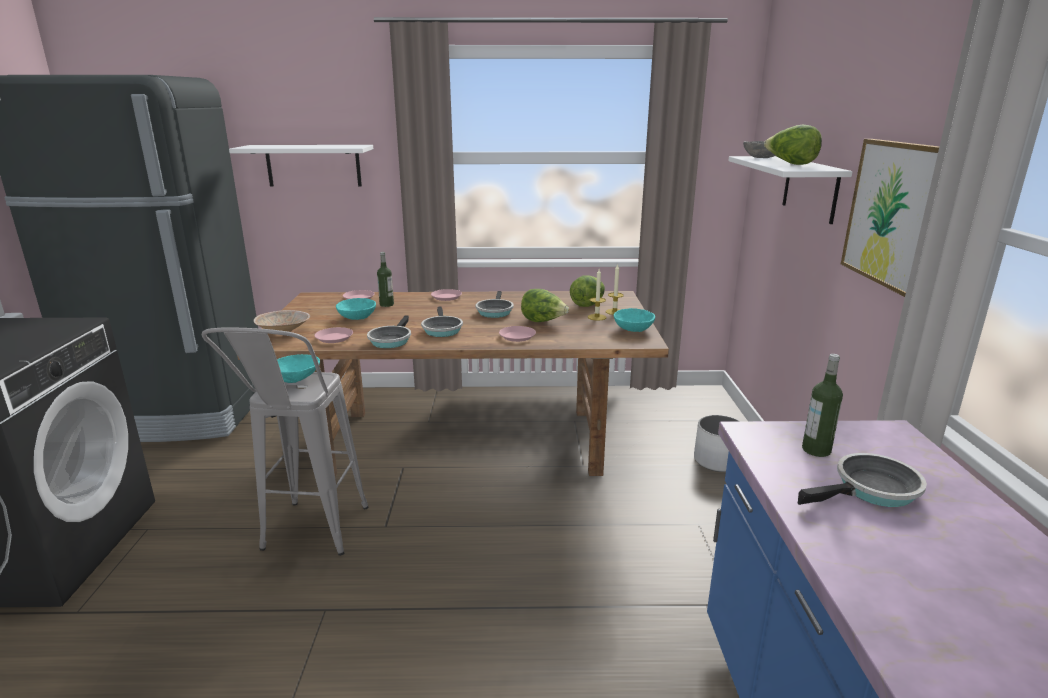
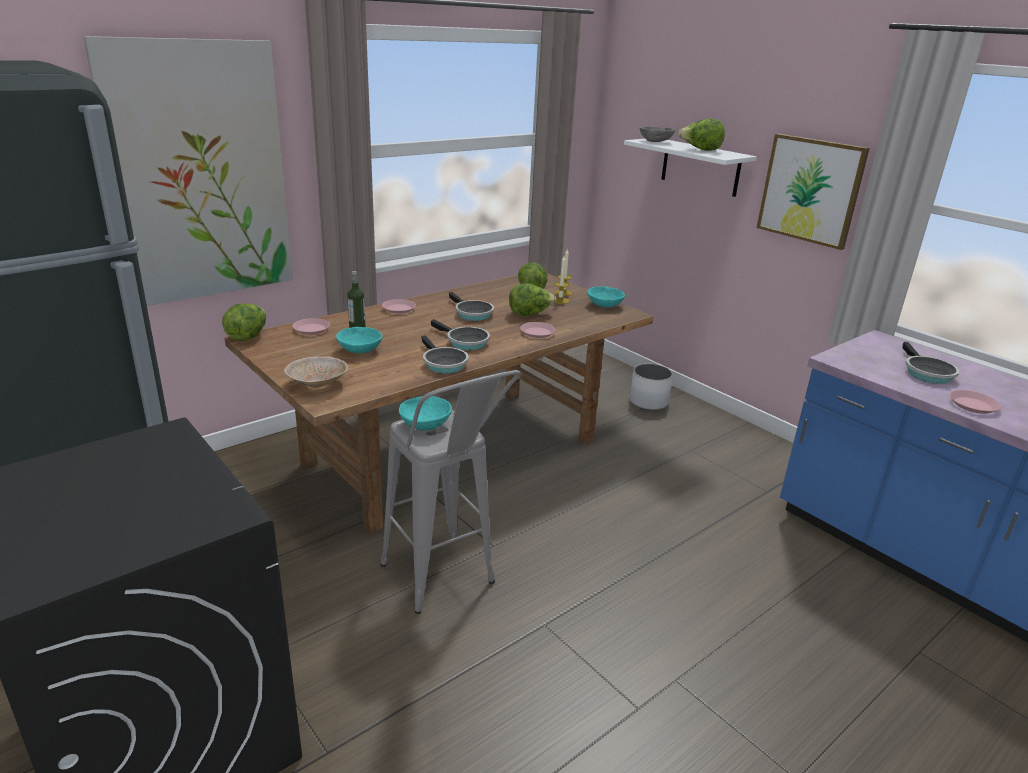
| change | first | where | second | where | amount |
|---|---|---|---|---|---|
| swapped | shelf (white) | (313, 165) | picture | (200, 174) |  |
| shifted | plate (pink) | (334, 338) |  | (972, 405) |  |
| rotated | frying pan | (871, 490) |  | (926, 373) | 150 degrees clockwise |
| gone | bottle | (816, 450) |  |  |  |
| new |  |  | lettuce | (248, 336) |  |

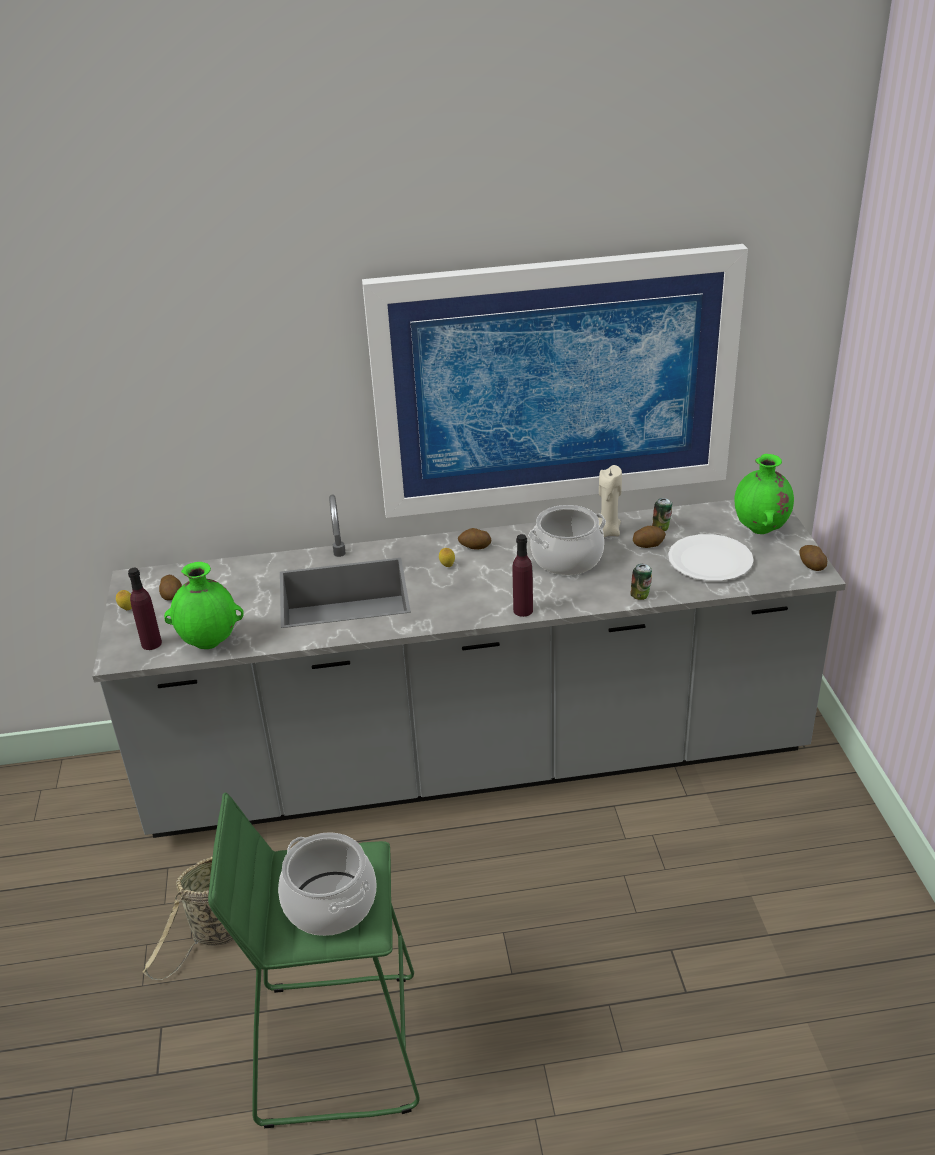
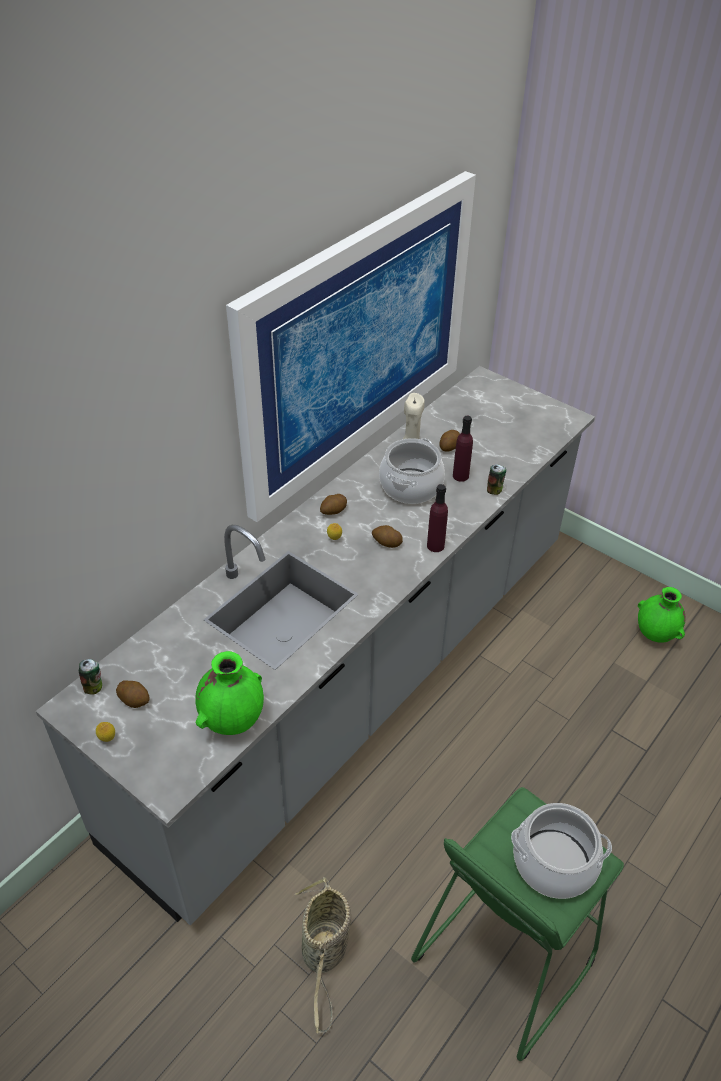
| change | first | where | second | where | amount |
|---|---|---|---|---|---|
| shifted | bottle (purple) | (151, 643) |  | (460, 476) |  |
| shifted | can | (661, 528) |  | (94, 687) |  |
| gone | plate (white) | (709, 560) |  |  |  |
| shifted | vase (green) | (760, 530) |  | (655, 635) |  |
| shifted | potato | (811, 565) |  | (386, 543) |  |

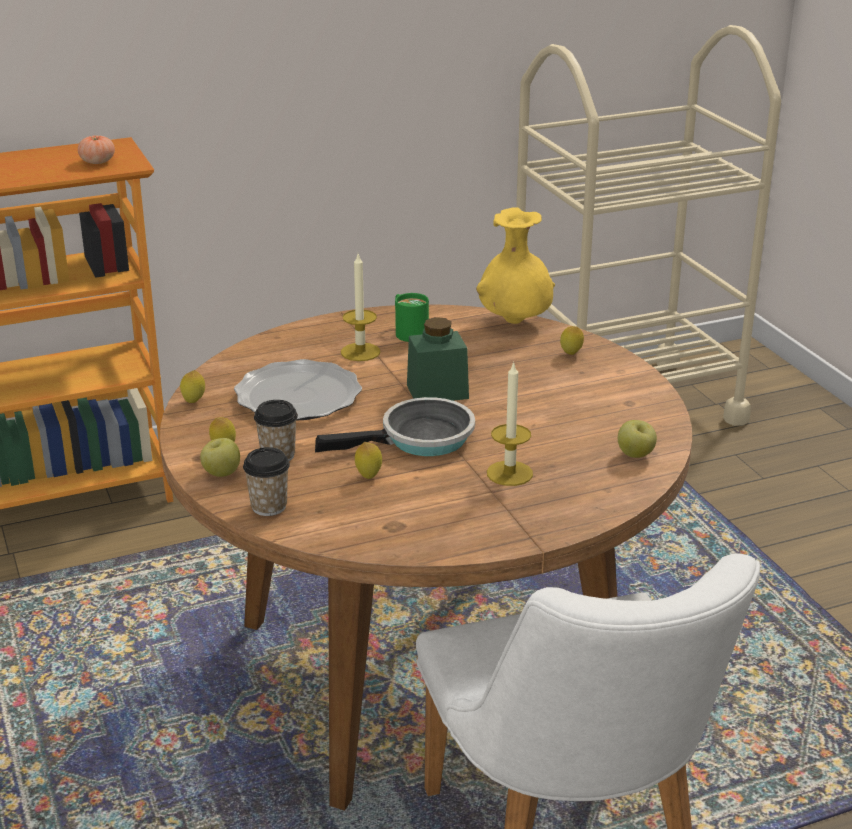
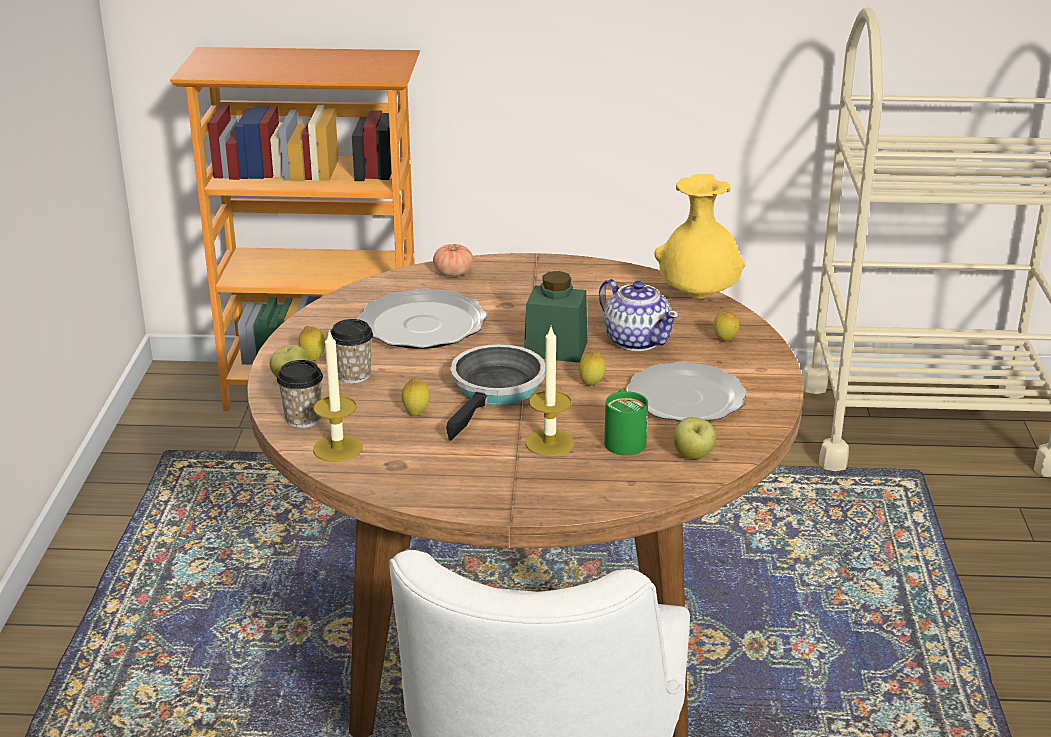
| change | first | where | second | where | amount |
|---|---|---|---|---|---|
| shifted | tomato | (97, 162) |  | (453, 273) |  |
| shifted | lemon | (194, 402) |  | (591, 385) |  |
| rotated | frying pan | (420, 439) |  | (495, 390) | 75 degrees counterclockwise |
| shifted | candle | (360, 352) |  | (337, 448) |  |
| shifted | mug (green) | (408, 332) |  | (623, 439) |  |
| new |  |  | teapot | (636, 340) |  |
| new |  |  | plate | (684, 397) |  |

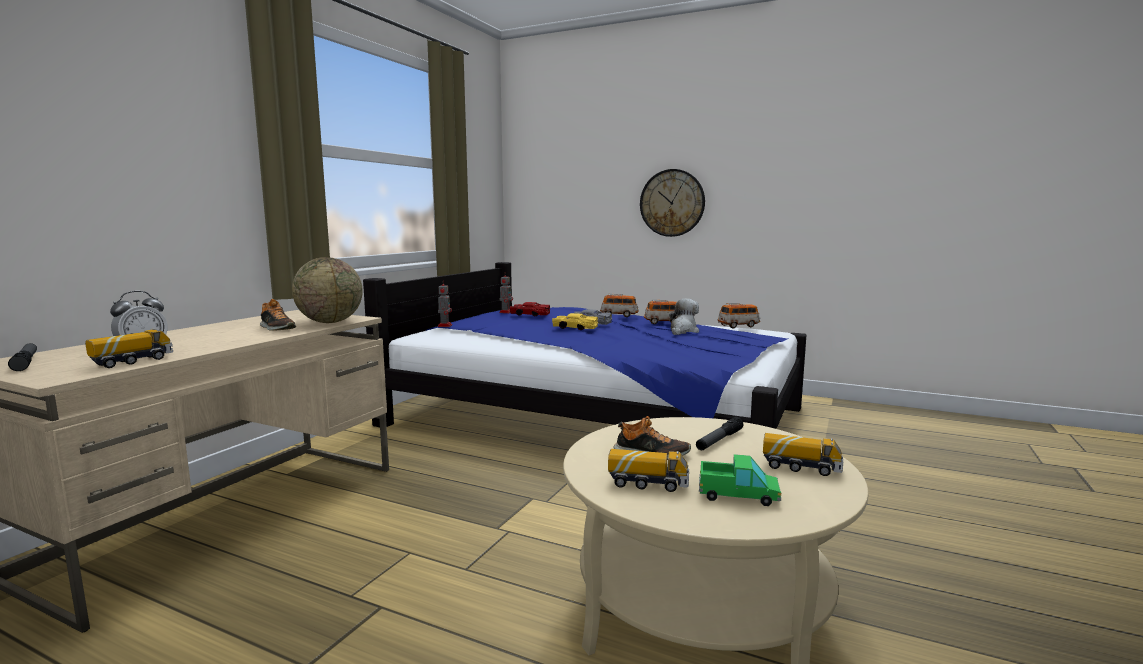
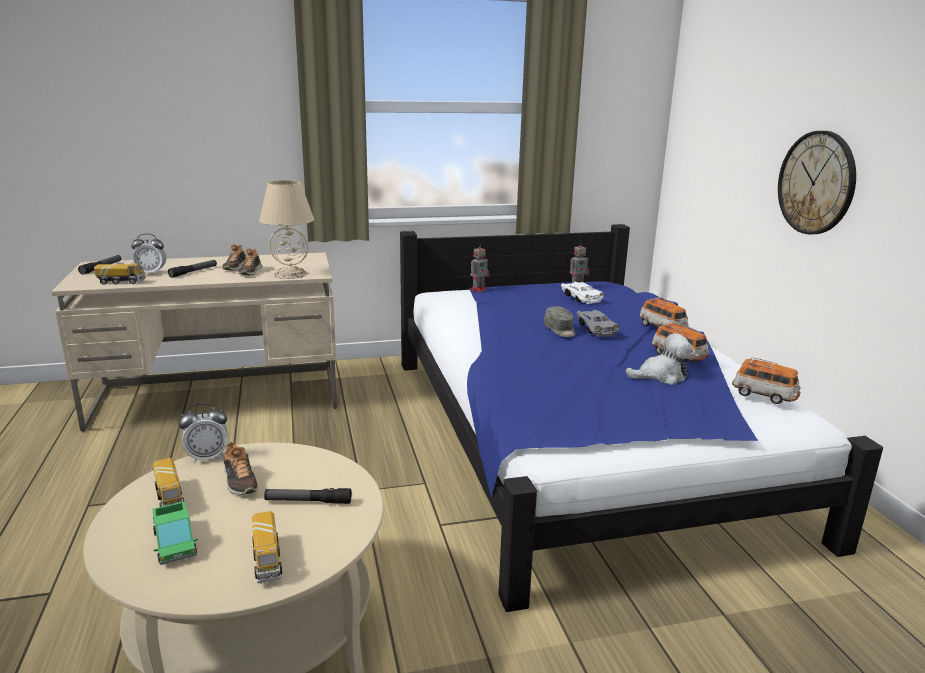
| change | first | where | second | where | amount |
|---|---|---|---|---|---|
| swapped | globe | (330, 322) | table lamp (beige) | (291, 274) |  |
| repainted | toy car (red) | (529, 314) | toy car (white) | (580, 298) |  |
| swapped | toy car (yellow) | (574, 327) | cap (grey) | (560, 330) |  |
| new |  |  | flashlight | (193, 272) |  |
| new |  |  | alarm clock | (207, 457) |  |
| new |  |  | shoe | (235, 267) |  |

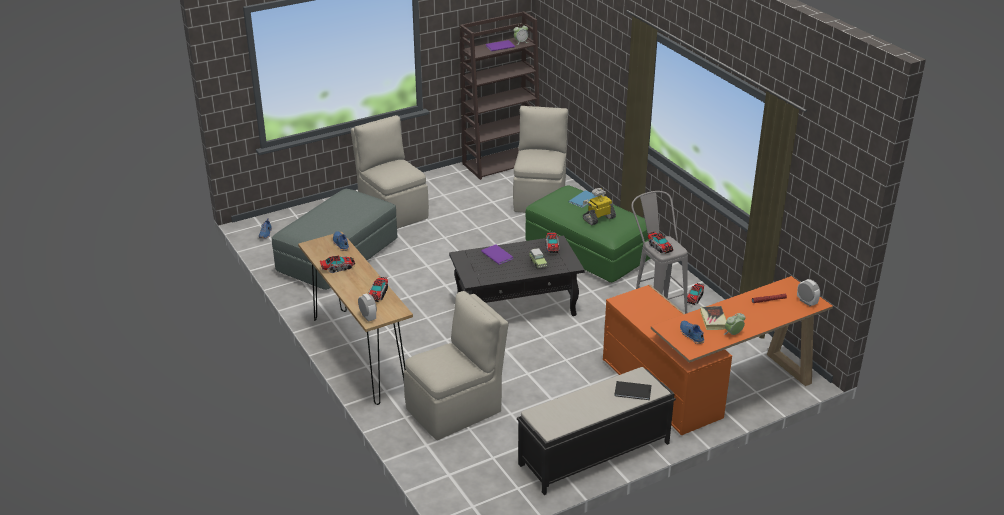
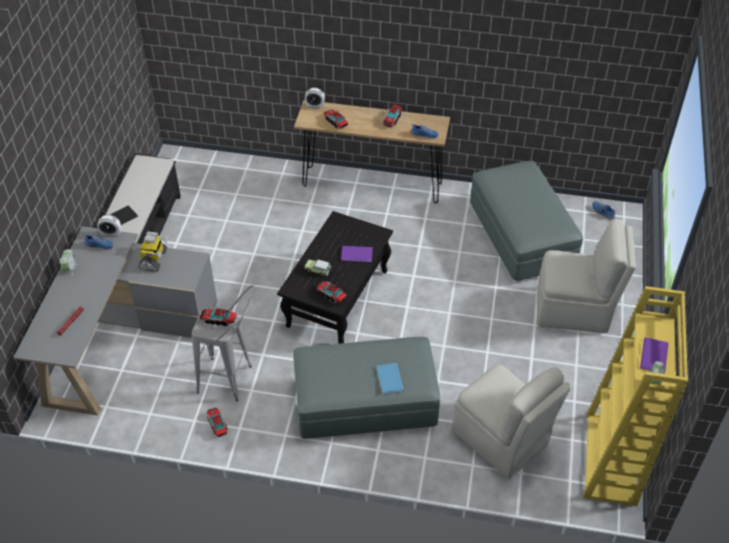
| change | first | where | second | where | amount |
|---|---|---|---|---|---|
| gone | chair (beige) | (456, 409) |  |  |  |
| repainted | bookcase (brown) | (502, 163) | bookcase (yellow) | (611, 460) |  |
| repainted | ottoman (green) | (588, 252) | ottoman (grey) | (365, 403) |  |
| shifted | toy robot | (598, 218) |  | (154, 260) |  |
| repainted | desk (orange) | (706, 386) | desk (grey) | (121, 340) |  |
| gone | book | (713, 320) |  |  |  |
| shifted | alarm clock | (806, 302) |  | (111, 234) |  |

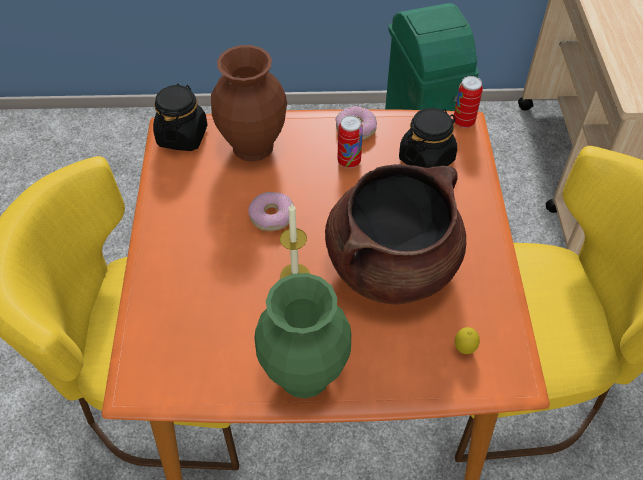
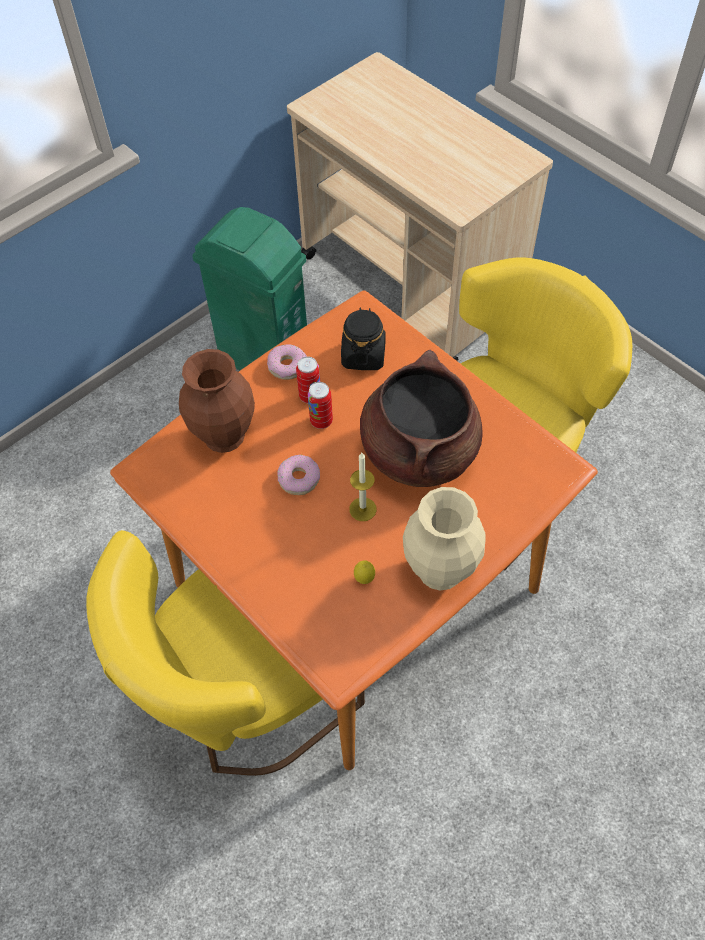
| change | first | where | second | where | amount |
|---|---|---|---|---|---|
| gone | jar (black) | (182, 136) |  |  |  |
| repainted | vase (green) | (304, 376) | vase (beige) | (441, 571) |  |
| shifted | can | (463, 122) |  | (321, 421) |  |
| shifted | lemon | (464, 349) |  | (364, 579) |  |

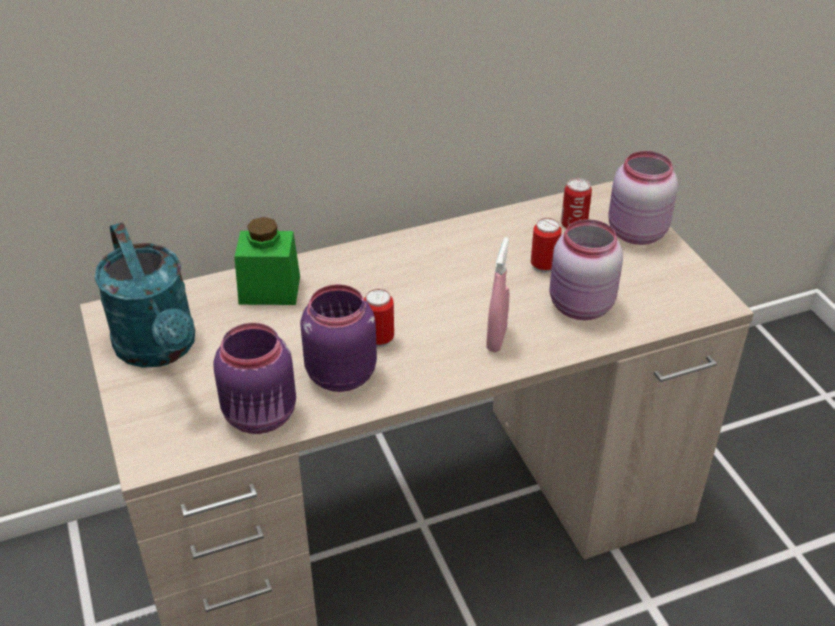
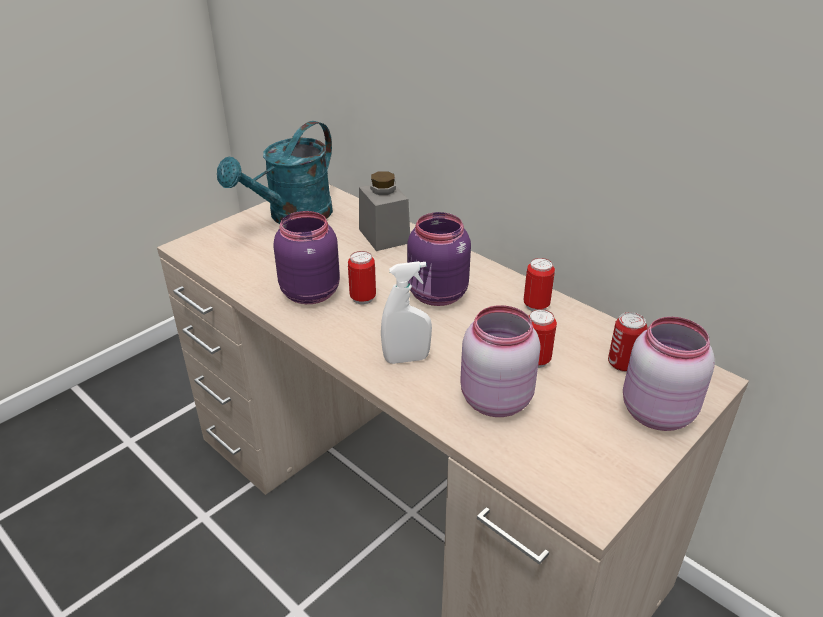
| change | first | where | second | where | amount |
|---|---|---|---|---|---|
| shifted | jar (purple) | (261, 416) |  | (437, 295) |  |
| repainted | jar (green) | (269, 290) | jar (grey) | (384, 236) |  |
| repainted | spray bottle (pink) | (496, 339) | spray bottle (white) | (406, 359) |  |
| new |  |  | can | (536, 306) |  |

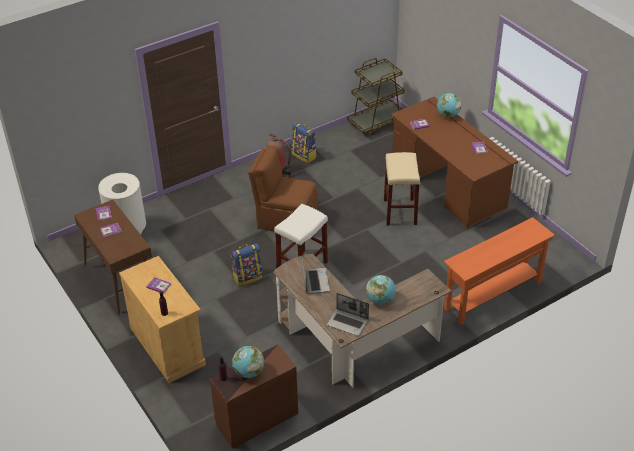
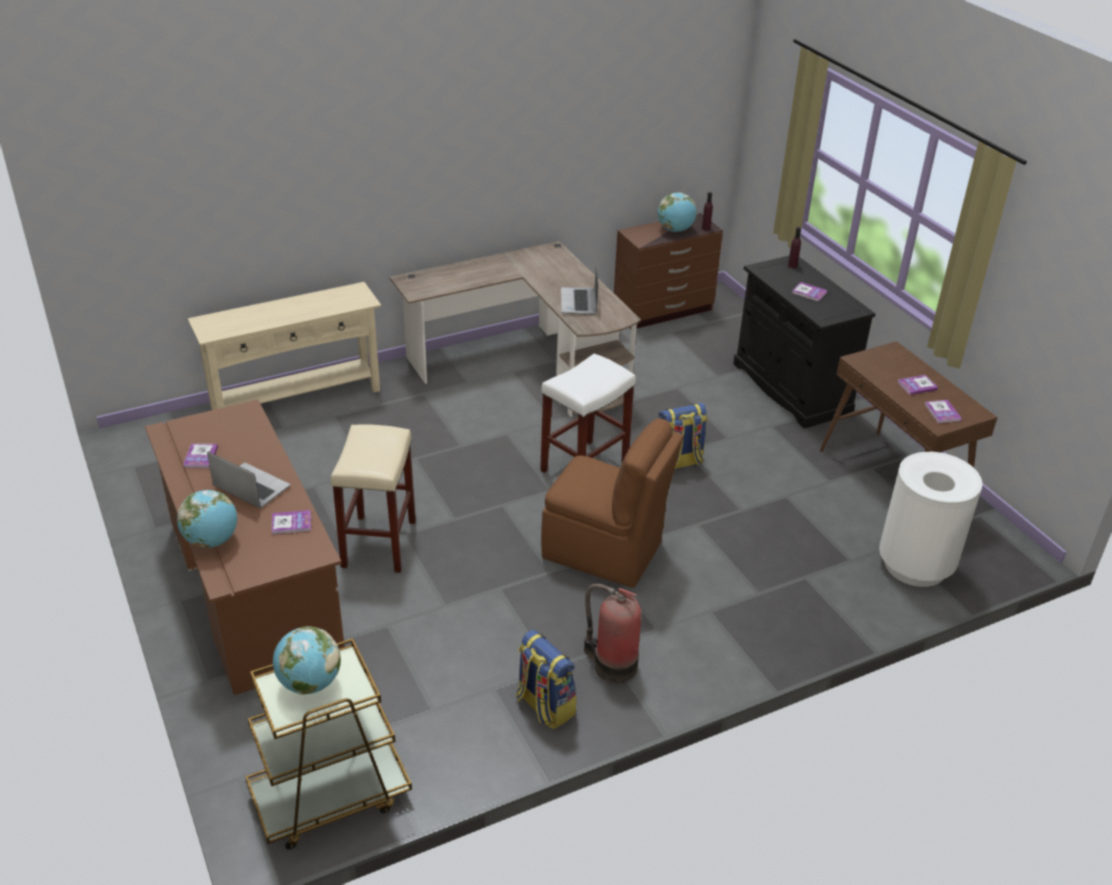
| change | first | where | second | where | amount |
|---|---|---|---|---|---|
| repainted | cabinet (beige) | (167, 346) | cabinet (black) | (791, 388) |  |
| shifted | laptop | (348, 323) |  | (250, 487) |  |
| shifted | globe | (380, 300) |  | (309, 683) |  |
| repainted | console table (orange) | (493, 296) | console table (beige) | (296, 399) |  |

